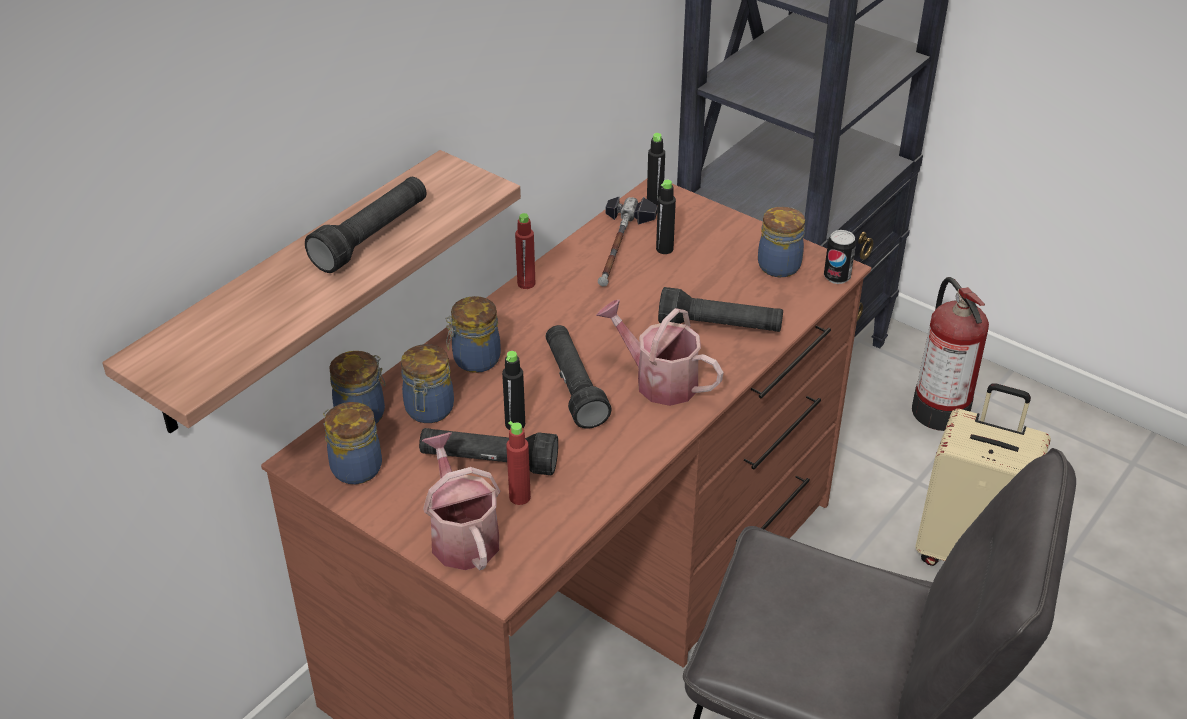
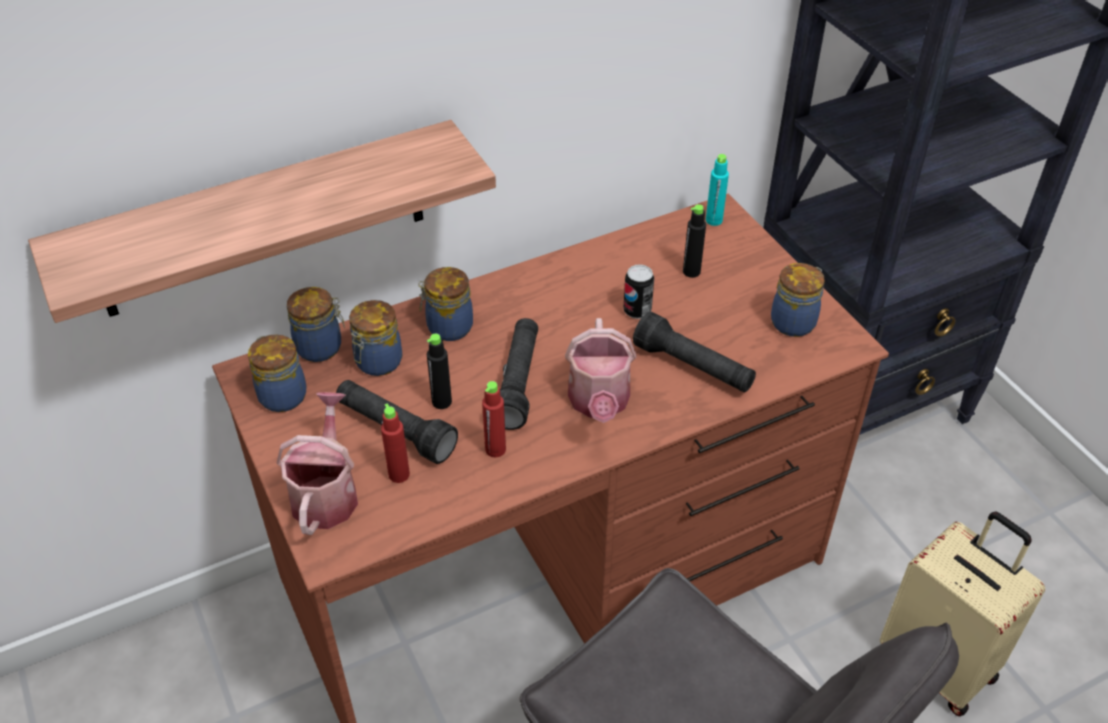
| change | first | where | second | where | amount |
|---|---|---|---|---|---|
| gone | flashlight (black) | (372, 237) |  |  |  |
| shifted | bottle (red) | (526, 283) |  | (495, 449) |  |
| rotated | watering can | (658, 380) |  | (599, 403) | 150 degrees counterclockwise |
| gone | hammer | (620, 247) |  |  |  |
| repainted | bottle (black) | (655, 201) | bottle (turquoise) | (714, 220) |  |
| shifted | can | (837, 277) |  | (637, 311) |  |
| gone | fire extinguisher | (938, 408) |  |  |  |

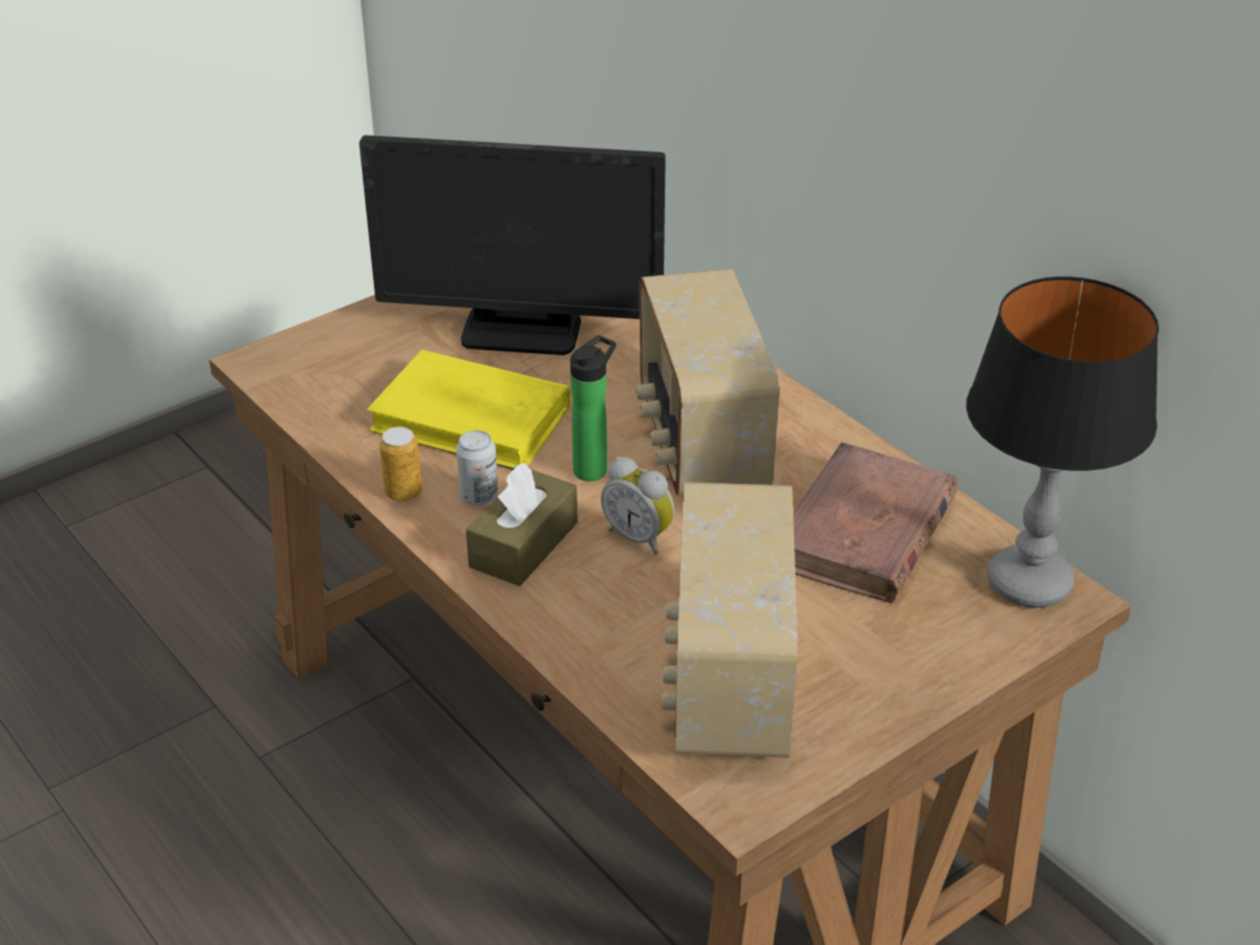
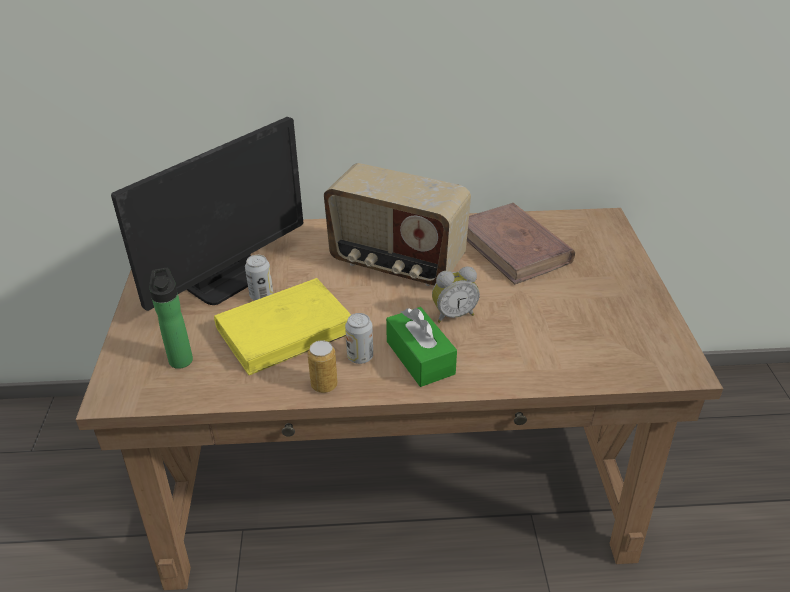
| change | first | where | second | where | amount |
|---|---|---|---|---|---|
| repainted | tissue box (brown) | (523, 544) | tissue box (green) | (420, 357) |  |
| shifted | bottle | (593, 468) |  | (180, 358) |  |
| gone | radio | (727, 682) |  |  |  |
| gone | table lamp | (1030, 583) |  |  |  |
| new |  |  | can | (261, 296) |  |

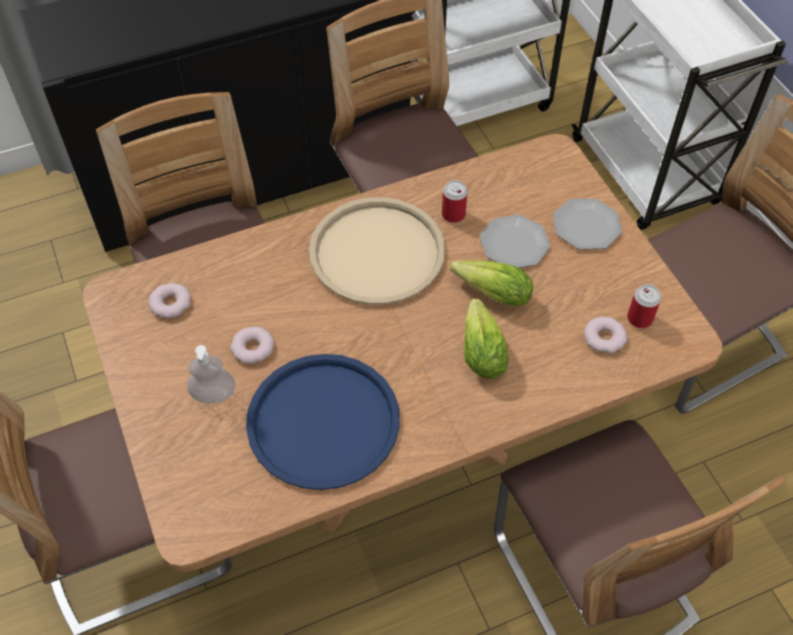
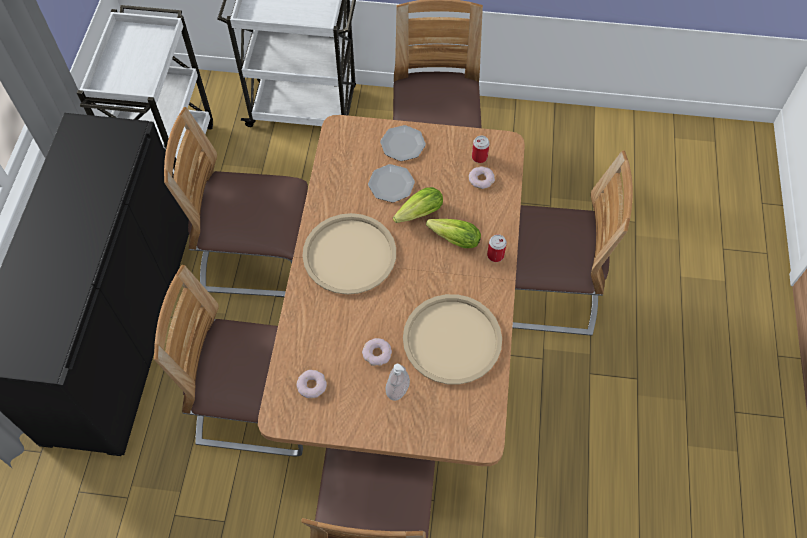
| change | first | where | second | where | amount |
|---|---|---|---|---|---|
| repainted | tray (blue) | (323, 421) | tray (beige) | (452, 339) |  |
| shifted | can | (453, 214) |  | (495, 255) |  |

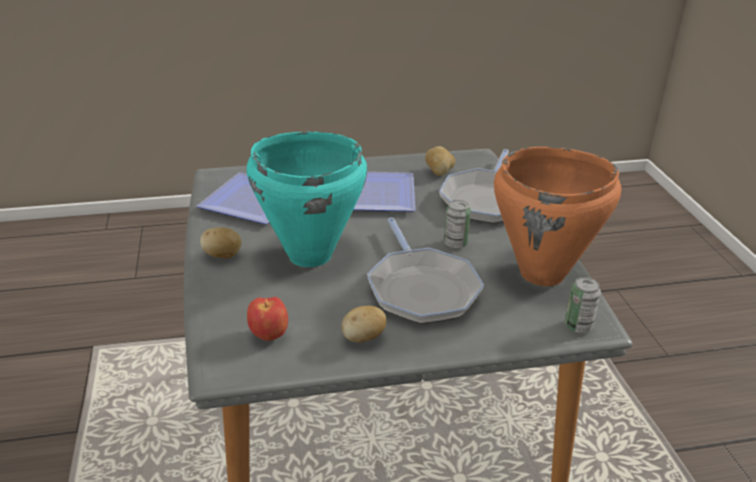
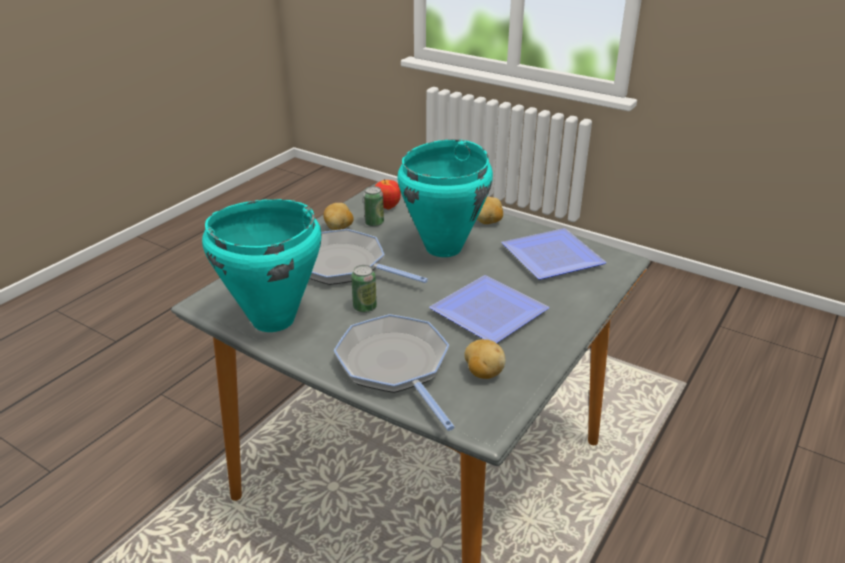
| change | first | where | second | where | amount |
|---|---|---|---|---|---|
| repainted | cooking pot (orange) | (542, 274) | cooking pot (turquoise) | (272, 319) |  |
| shifted | can | (578, 326) |  | (374, 223) |  |

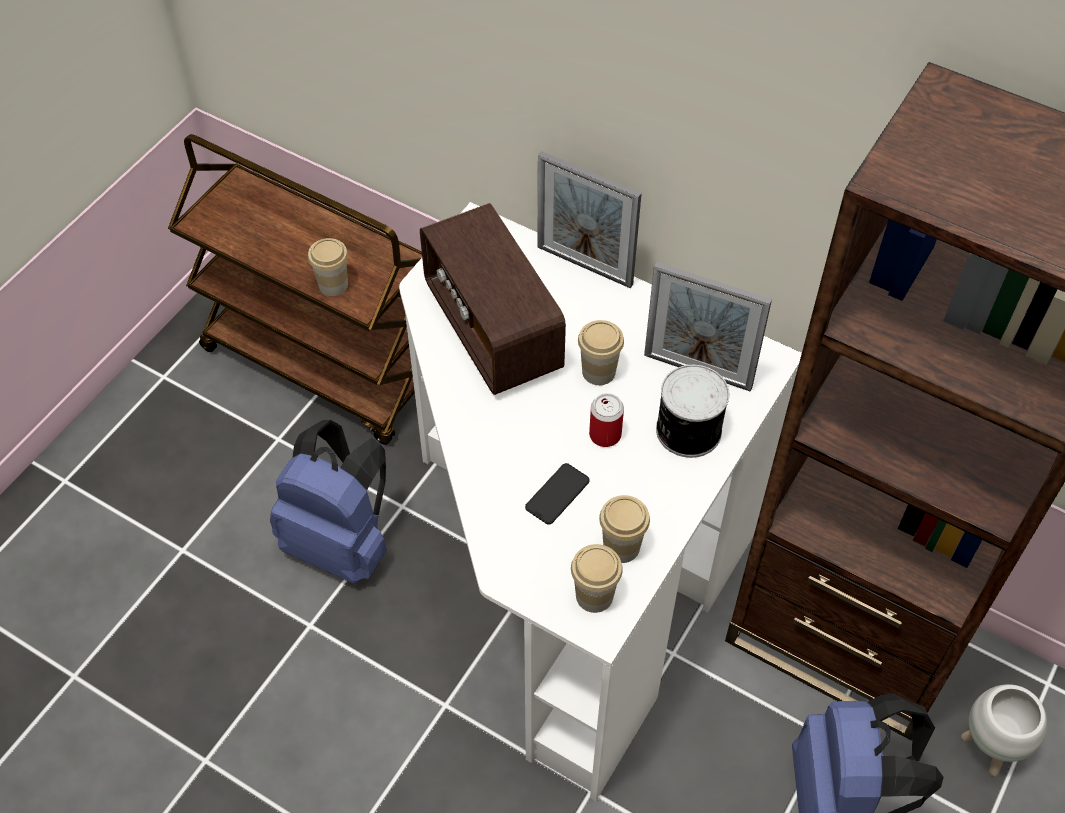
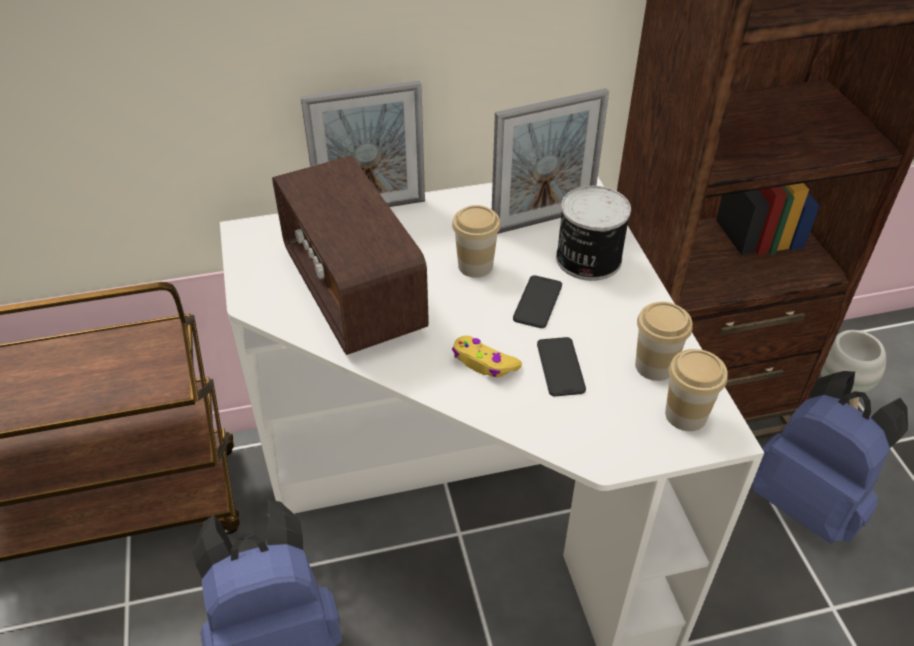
| change | first | where | second | where | amount |
|---|---|---|---|---|---|
| gone | cup | (333, 284) |  |  |  |
| rotated | radio | (493, 328) |  | (354, 291) | 45 degrees clockwise |
| swapped | can | (605, 435) | phone | (537, 302) |  |
| new |  |  | game controller (yellow) | (484, 363) |  |

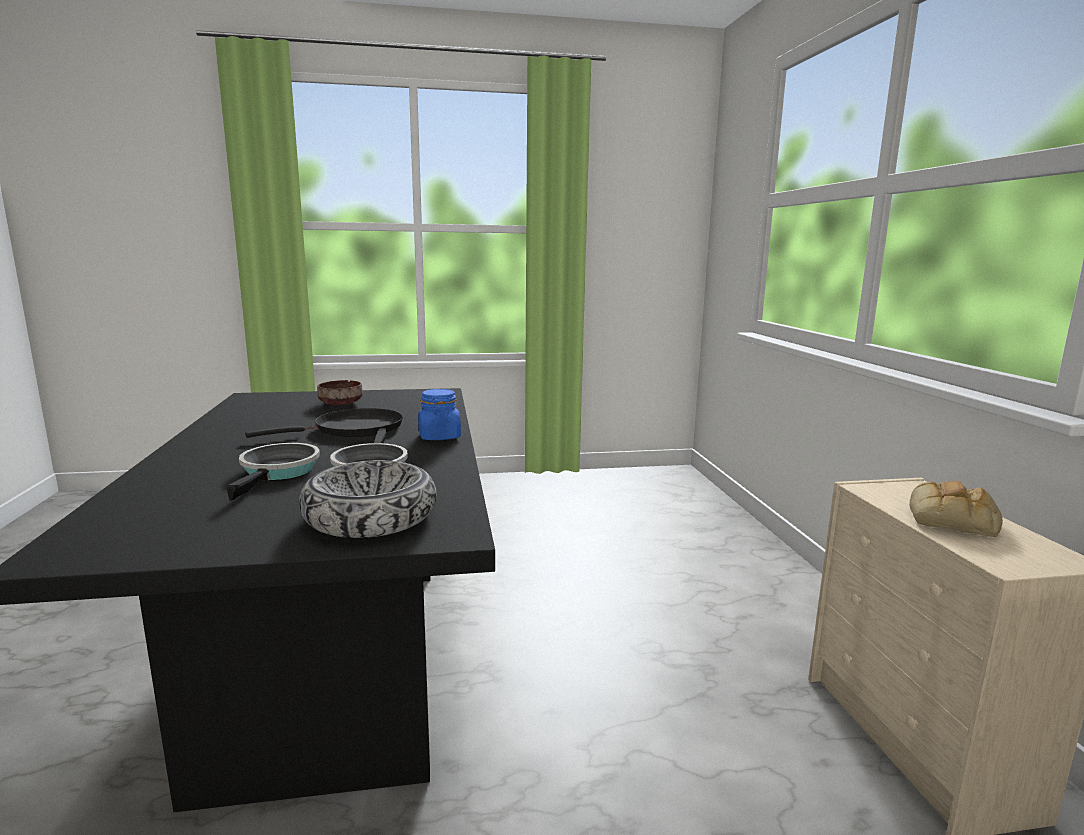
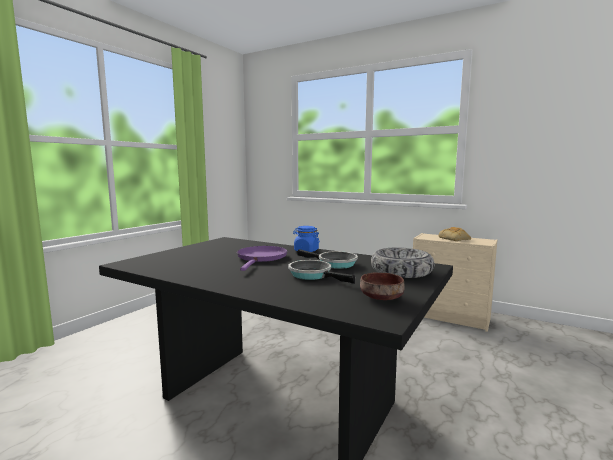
| change | first | where | second | where | amount |
|---|---|---|---|---|---|
| repainted | frying pan (black) | (353, 429) | frying pan (purple) | (261, 258) |  |
| shifted | bowl (brown) | (339, 404) |  | (382, 297) |  |

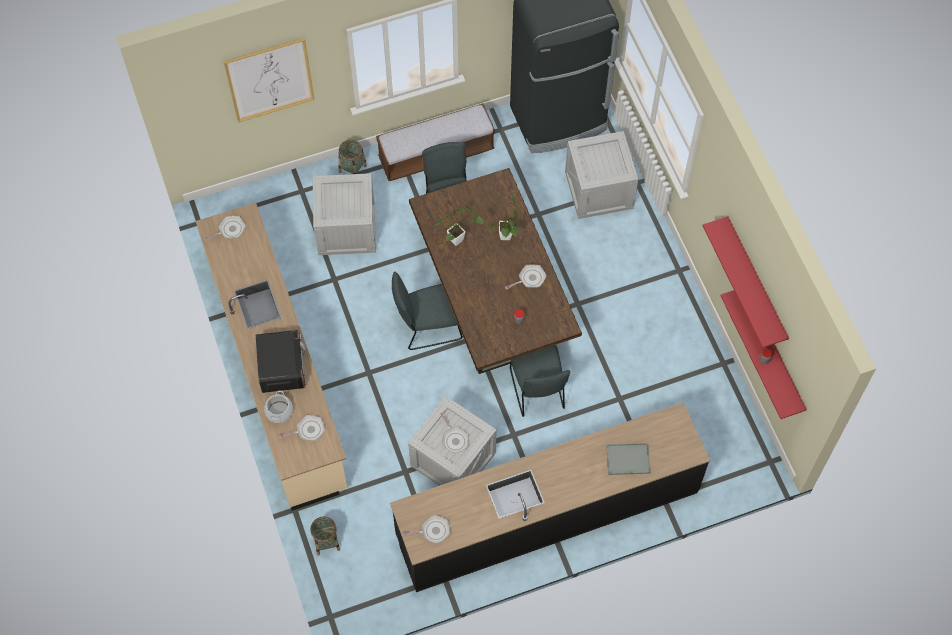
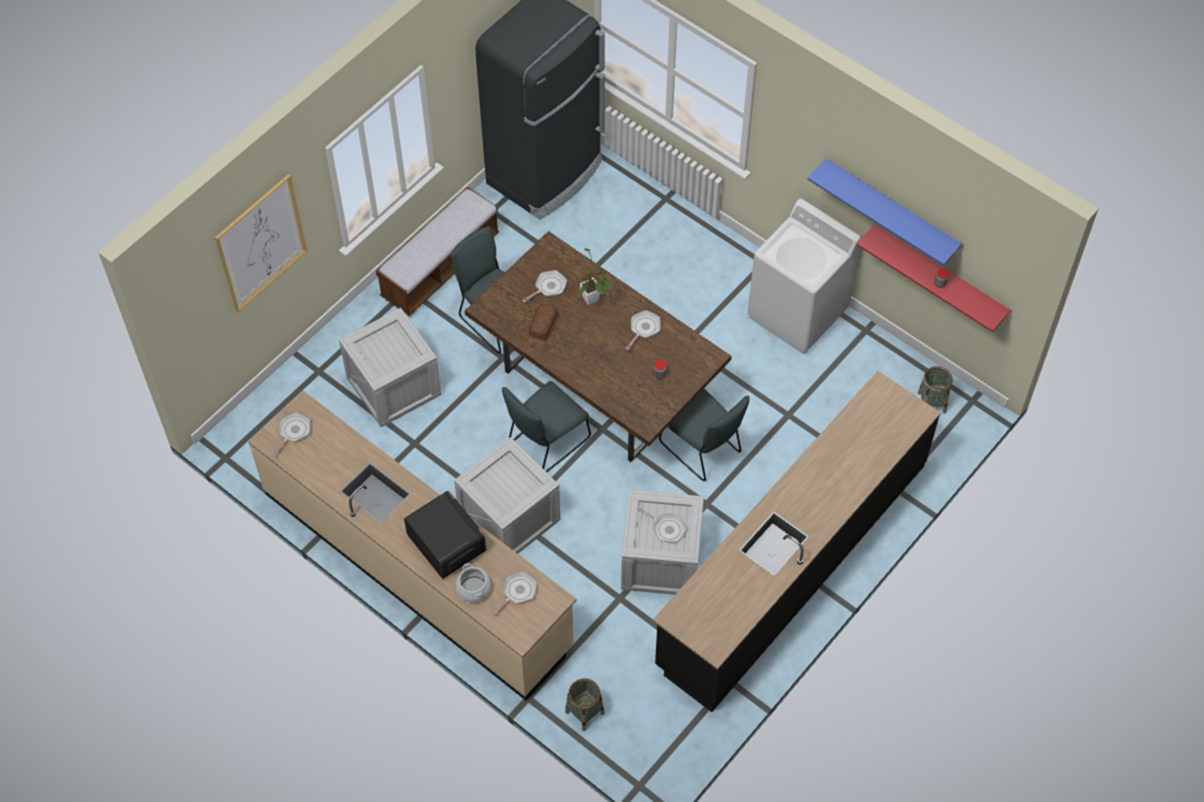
| change | first | where | second | where | amount |
|---|---|---|---|---|---|
| shifted | basket | (352, 169) |  | (931, 402) |  |
| shifted | frying pan | (432, 531) |  | (548, 287) |  |
| swapped | potted plant | (458, 239) | bread | (544, 325) |  |
| shifted | crate | (600, 190) |  | (511, 517) |  |
| gone | tray (grey) | (629, 459) |  |  |  |
| repainted | shelf (red) | (756, 282) | shelf (blue) | (891, 209) |  |
| new |  |  | washing machine (white) | (797, 313) |  |

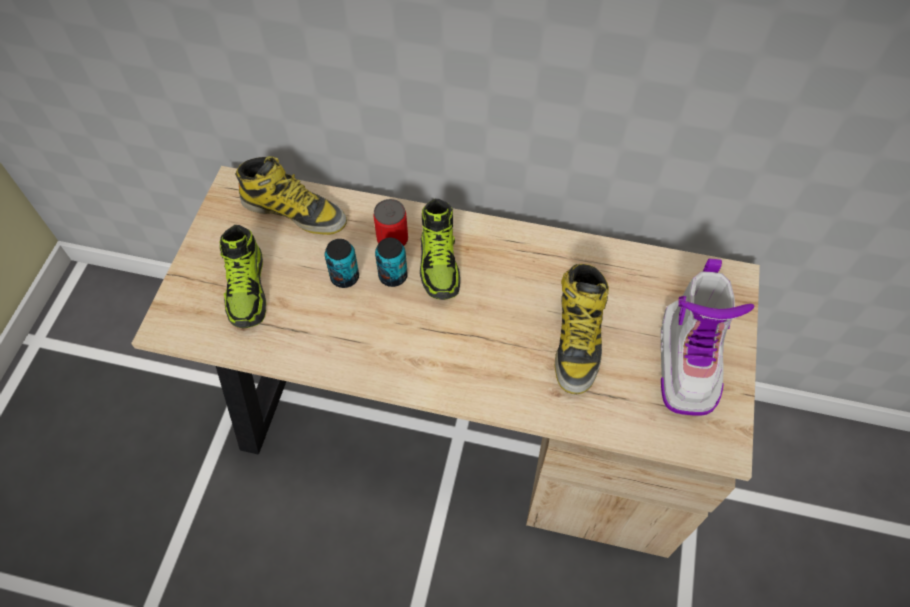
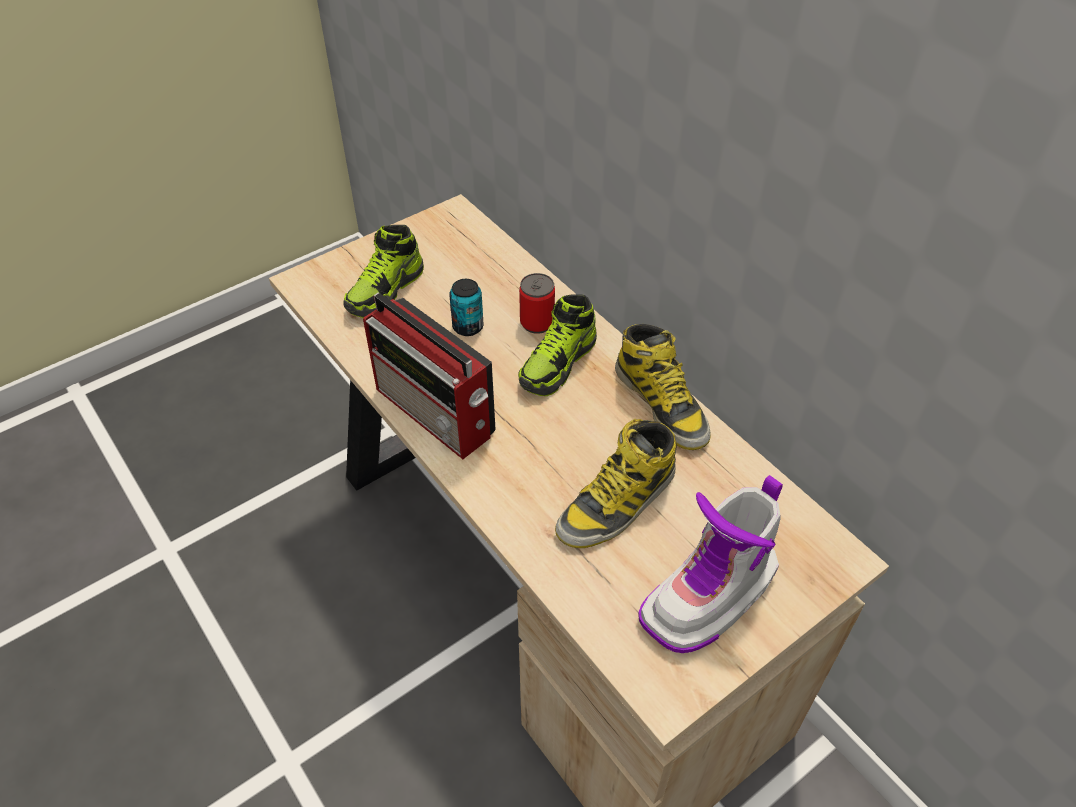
| change | first | where | second | where | amount |
|---|---|---|---|---|---|
| shifted | boot | (294, 211) |  | (662, 404) |  |
| gone | can | (393, 276) |  |  |  |
| new |  |  | radio | (436, 413) |  |

